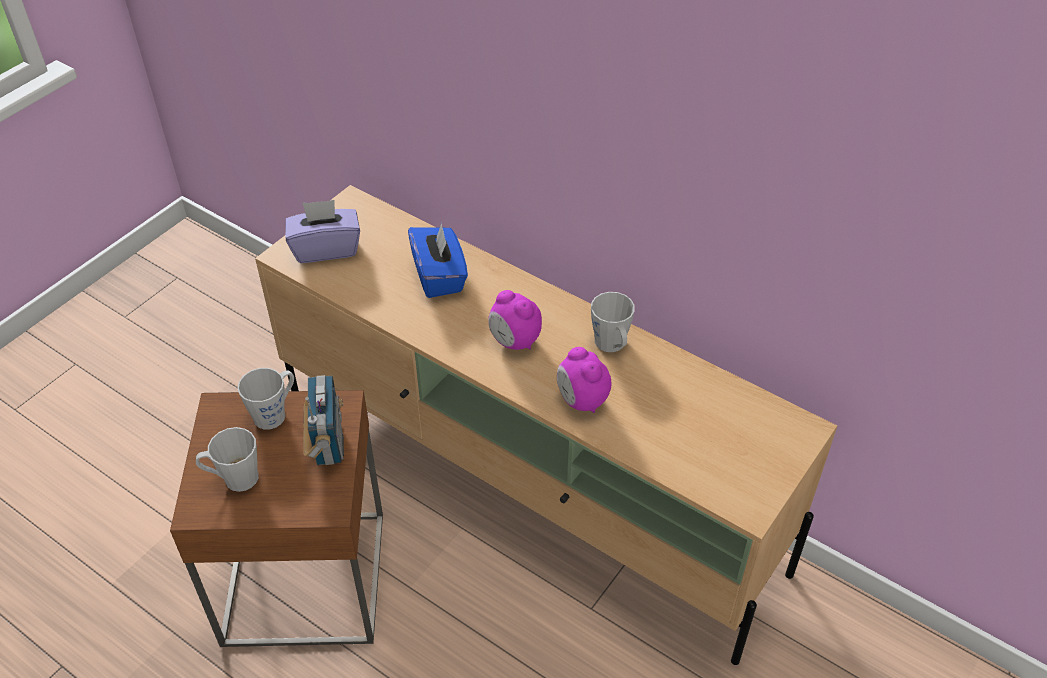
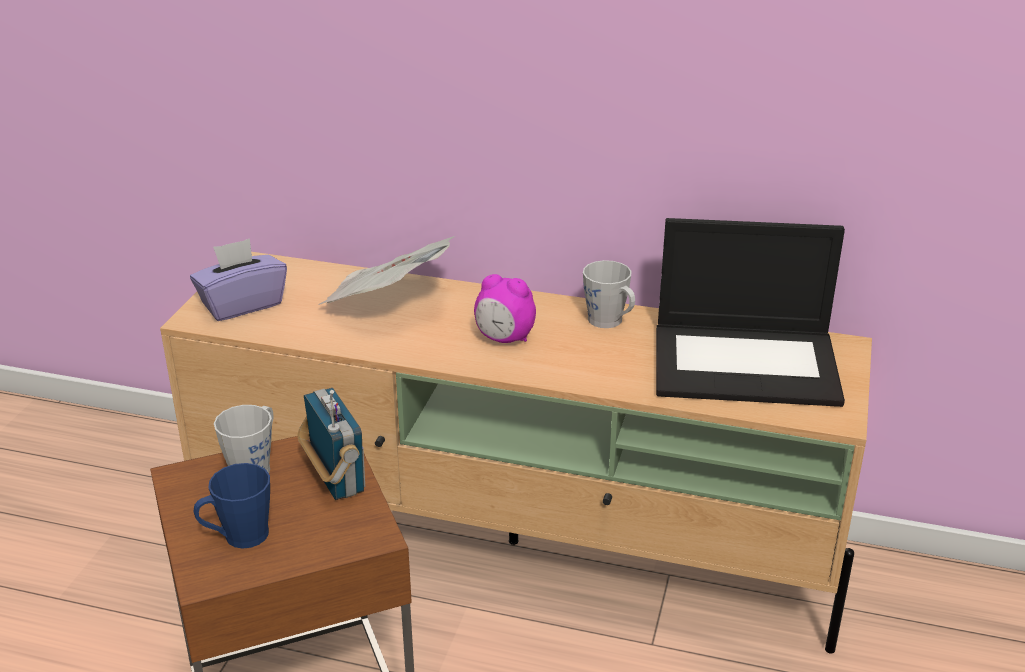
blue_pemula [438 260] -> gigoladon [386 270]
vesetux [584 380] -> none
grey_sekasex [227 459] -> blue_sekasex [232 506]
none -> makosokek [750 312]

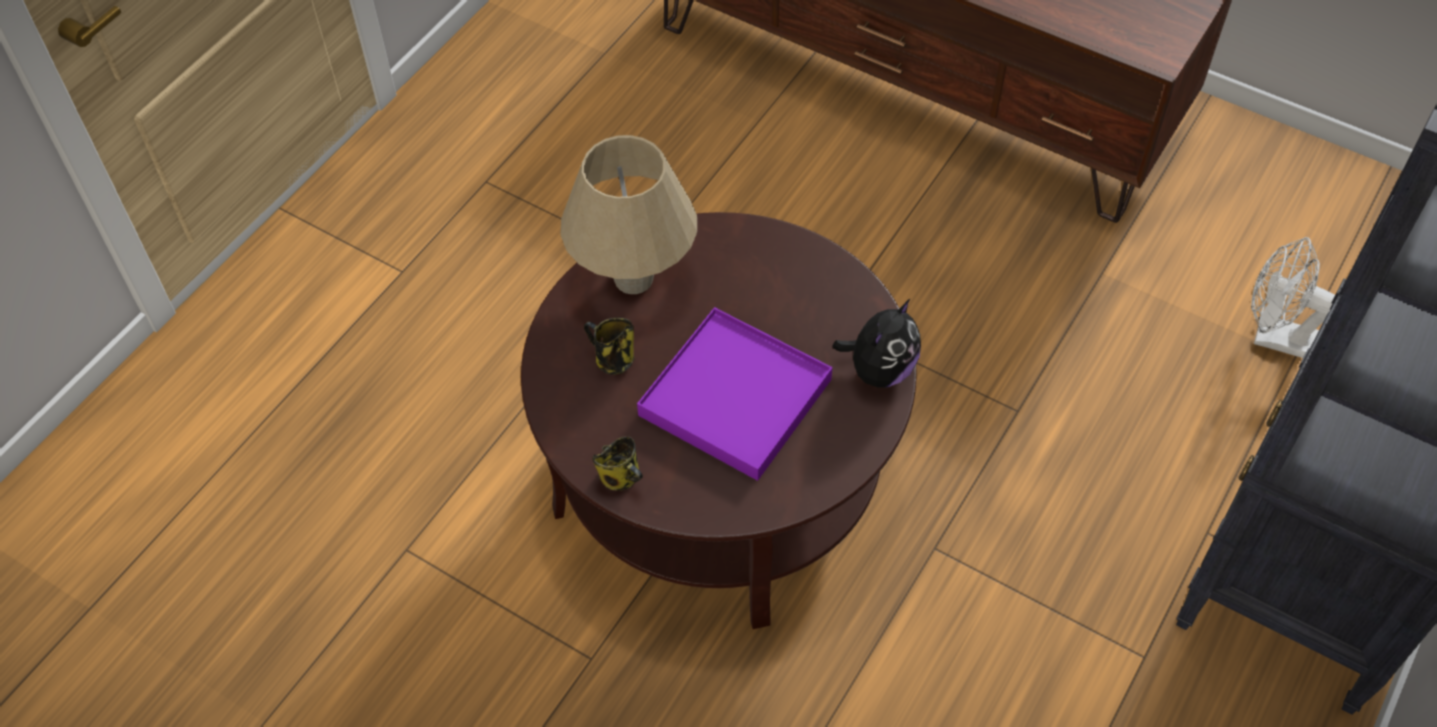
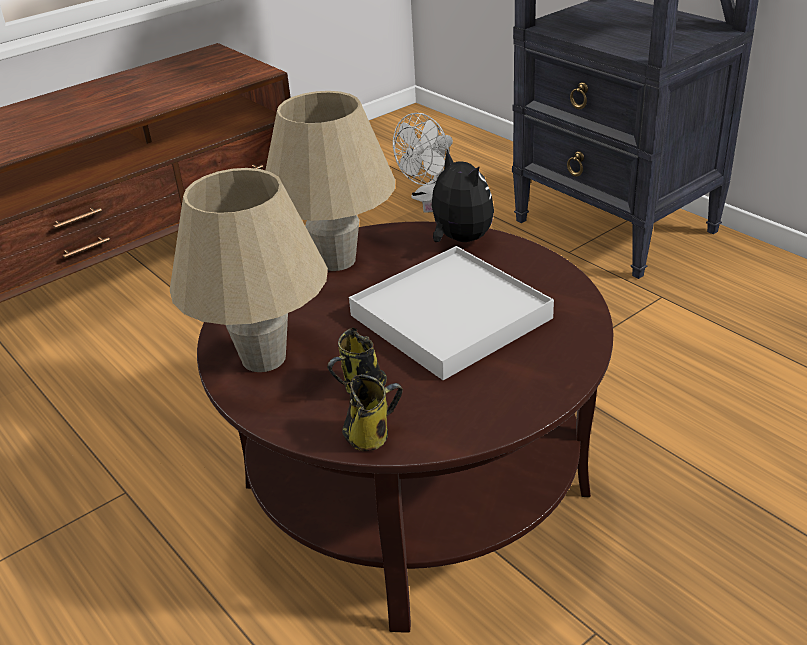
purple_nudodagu [734 394] -> white_nudodagu [451 313]
sekasex [617 463] -> sekasex [372 412], moved
none -> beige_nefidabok [330 181]

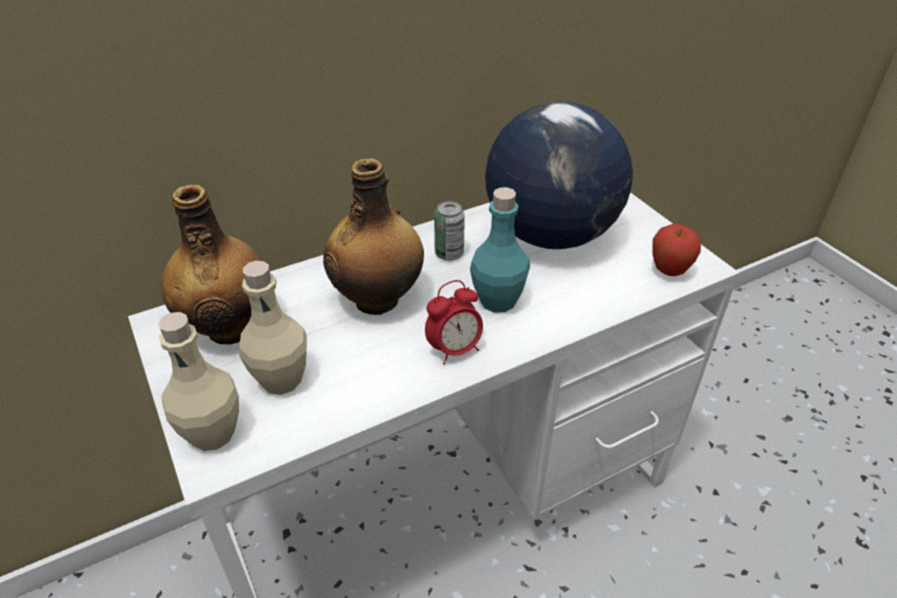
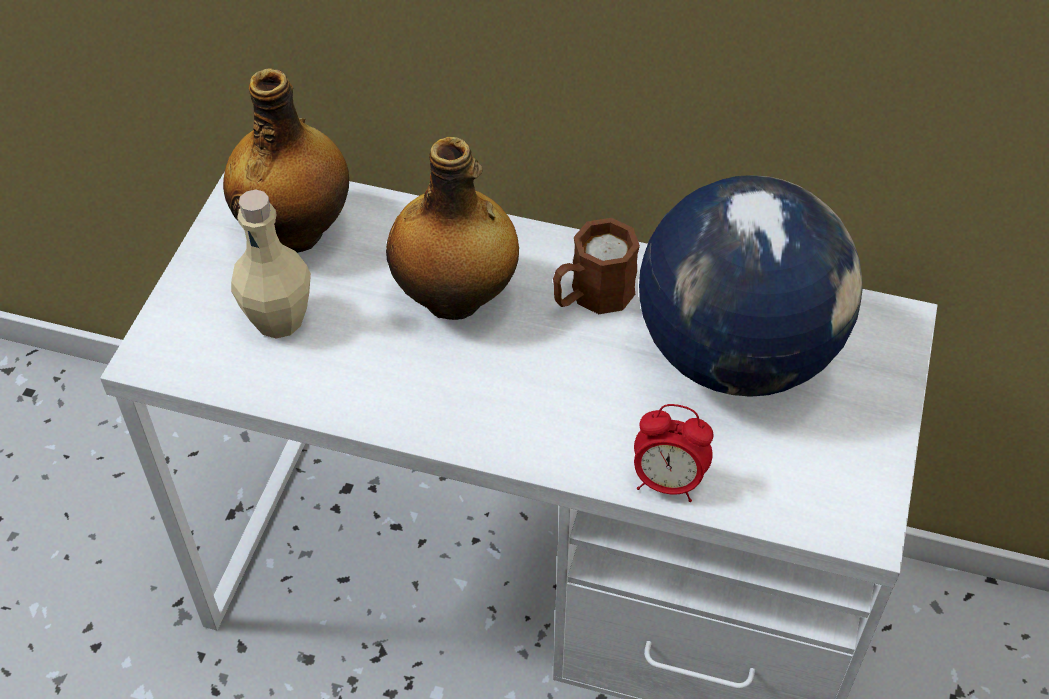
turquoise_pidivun [500 250] -> none
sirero [449 231] -> brown_sekasex [596 266]
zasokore [676 250] -> none
vesetux [454 322] -> vesetux [673 453], moved
beige_pidivun [198 381] -> none

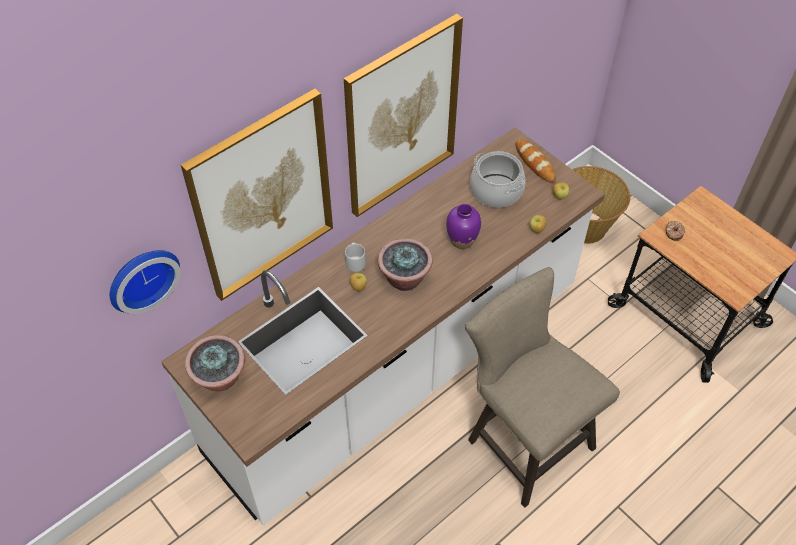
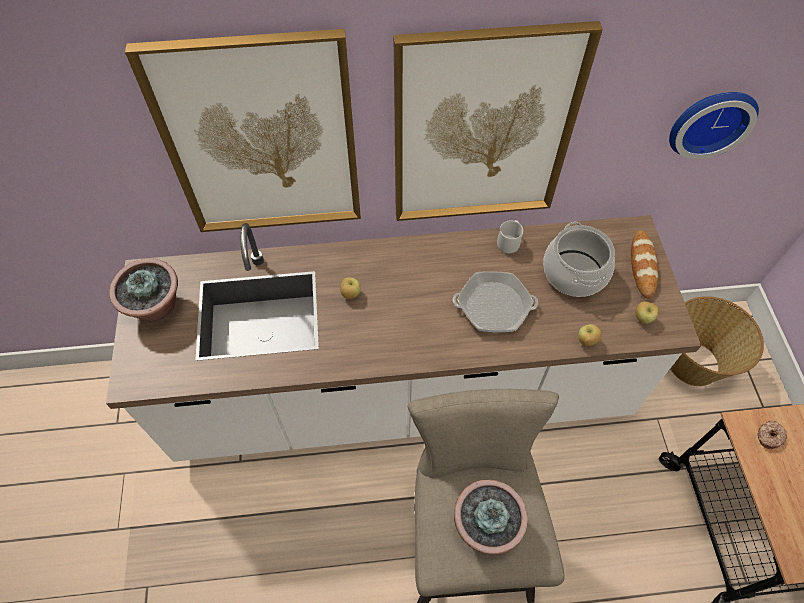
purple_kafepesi [463 226] -> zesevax [495 301]
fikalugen [405 264] -> fikalugen [491 517], moved
grey_sekasex [355 257] -> grey_sekasex [510 236], moved
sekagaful [145 282] -> sekagaful [714 125], moved

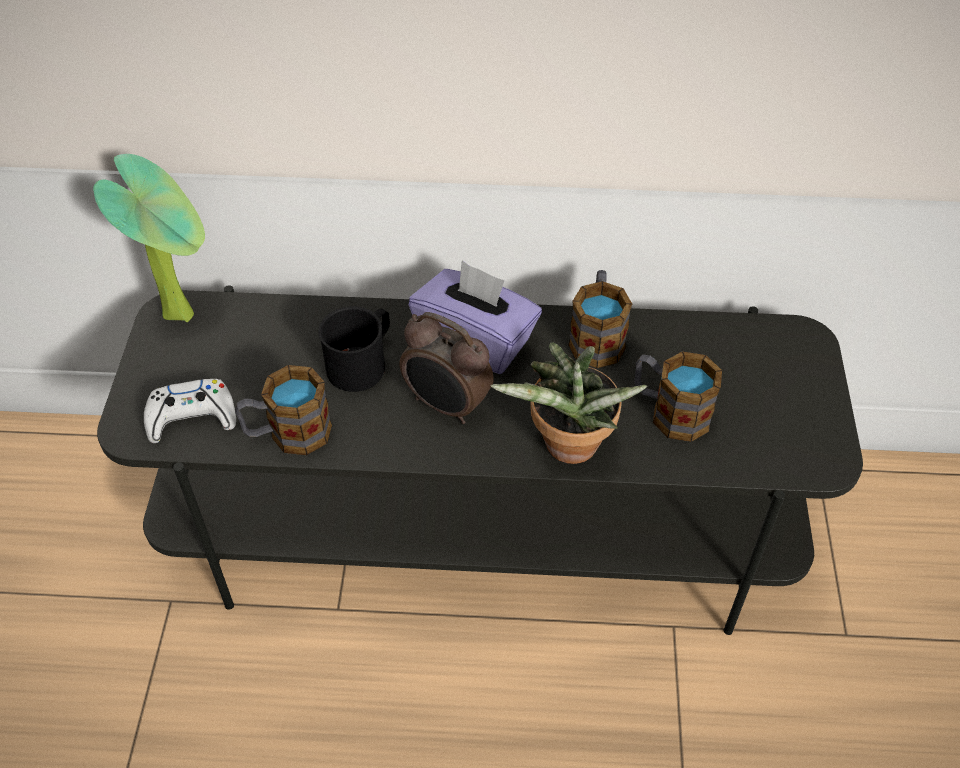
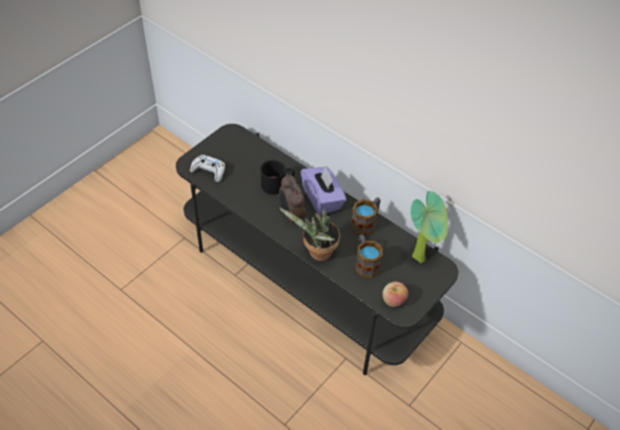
fikalugen [149 238] -> fikalugen [429 227], moved
sekasex [283 410] -> none
none -> zasokore [395 294]

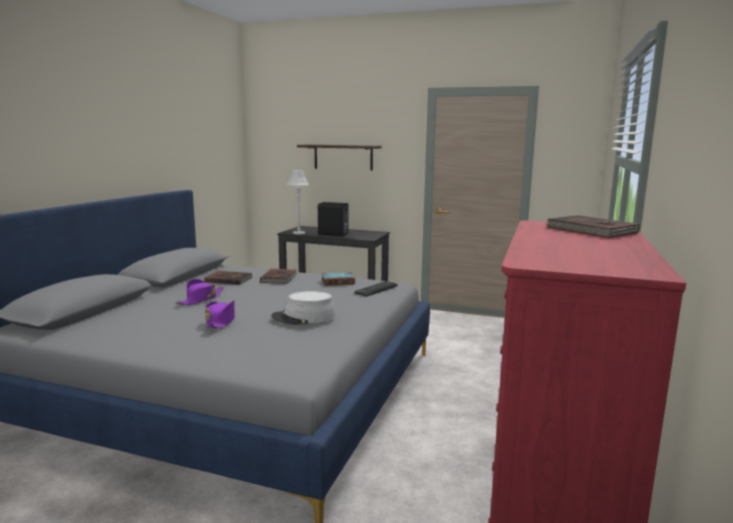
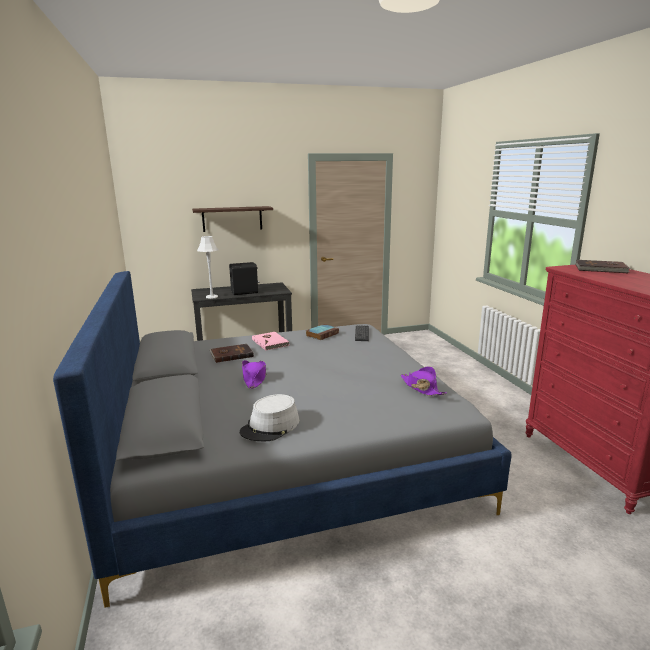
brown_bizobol [279 276] -> pink_bizobol [271 341]
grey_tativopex [303 308] -> grey_tativopex [269 417], moved
purple_tativopex [220 314] -> purple_tativopex [424 381], moved

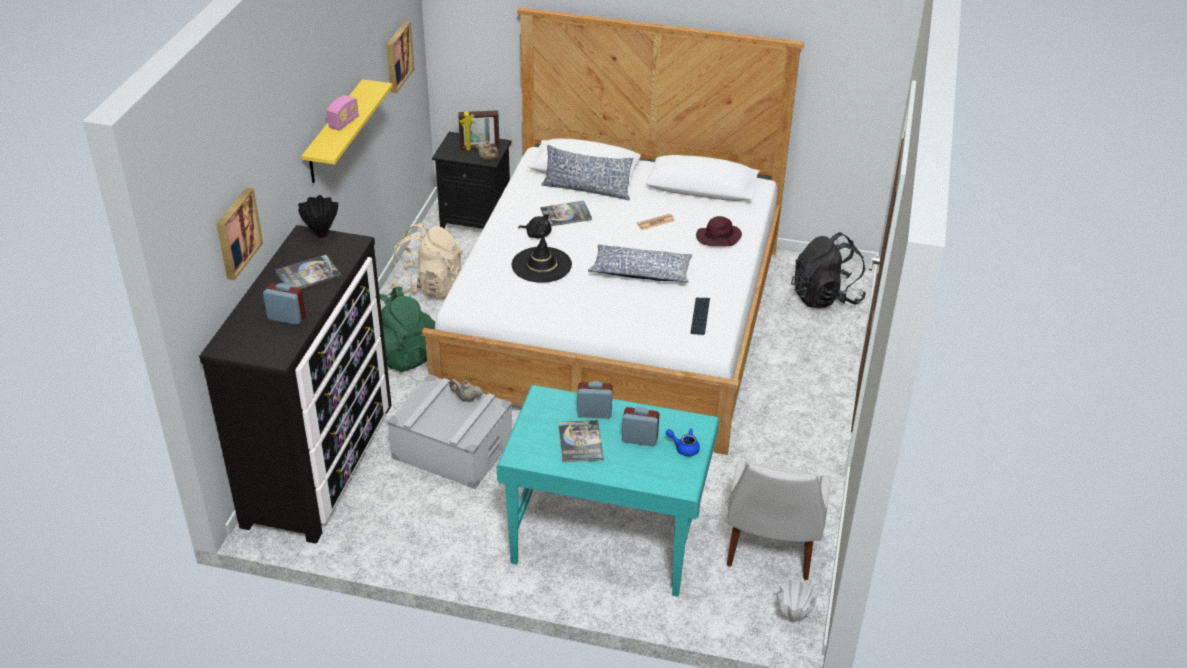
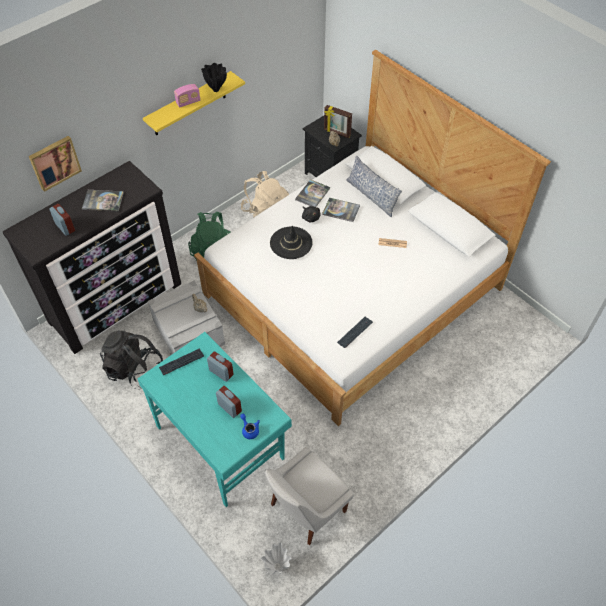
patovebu [400 57] -> none
black_kafepesi [318 216] -> black_kafepesi [214 77], moved
purple_tativopex [719 231] -> none
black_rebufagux [828 270] -> black_rebufagux [131 359], moved
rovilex [640 264] -> none
bizobol [581 441] -> bizobol [312 193], moved
none -> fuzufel [181 361]

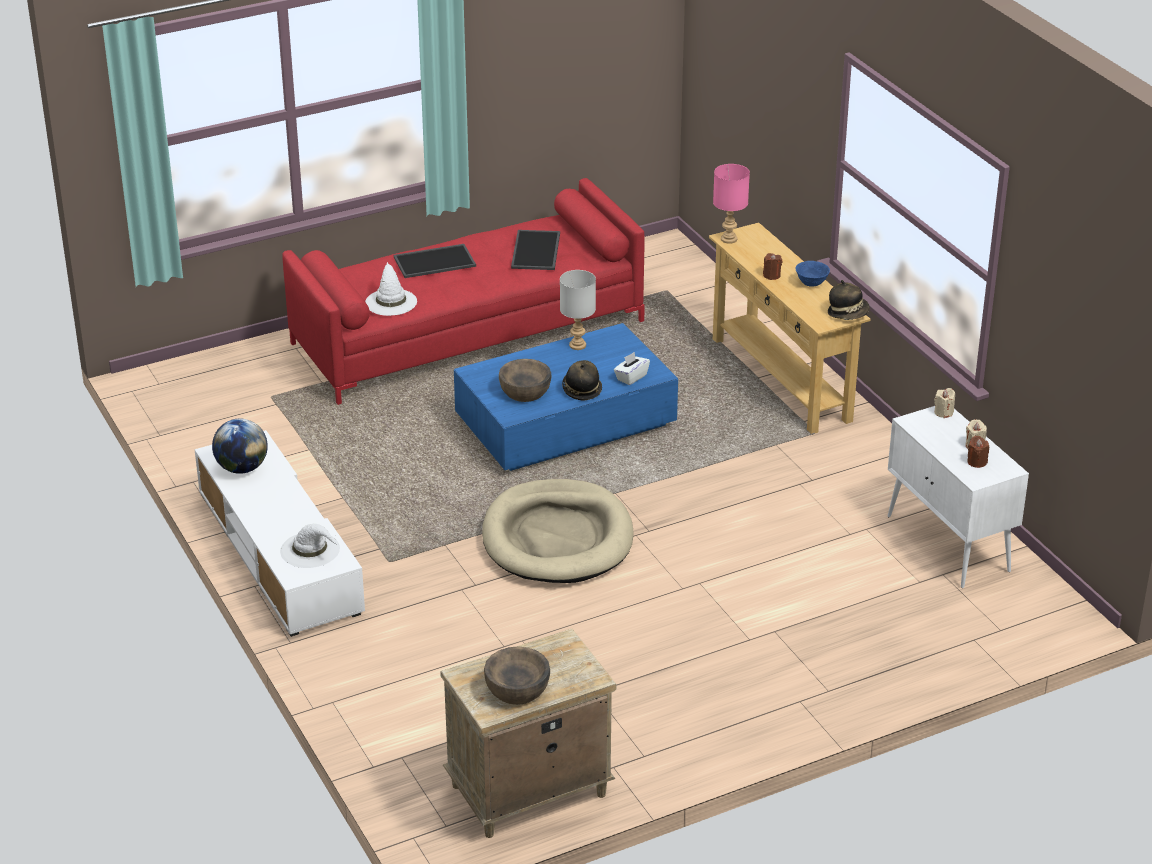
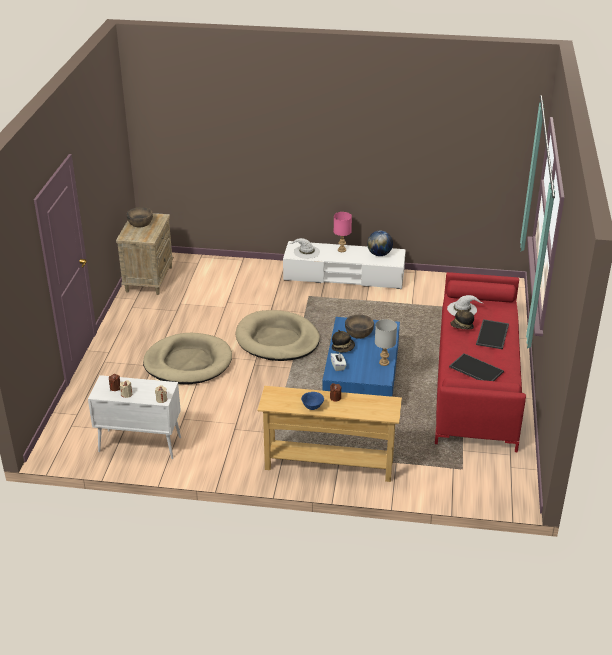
pink_nefidabok [731 204] -> pink_nefidabok [343 232], moved
tativopex [849 300] -> tativopex [462 319], moved
none -> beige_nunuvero [187 358]

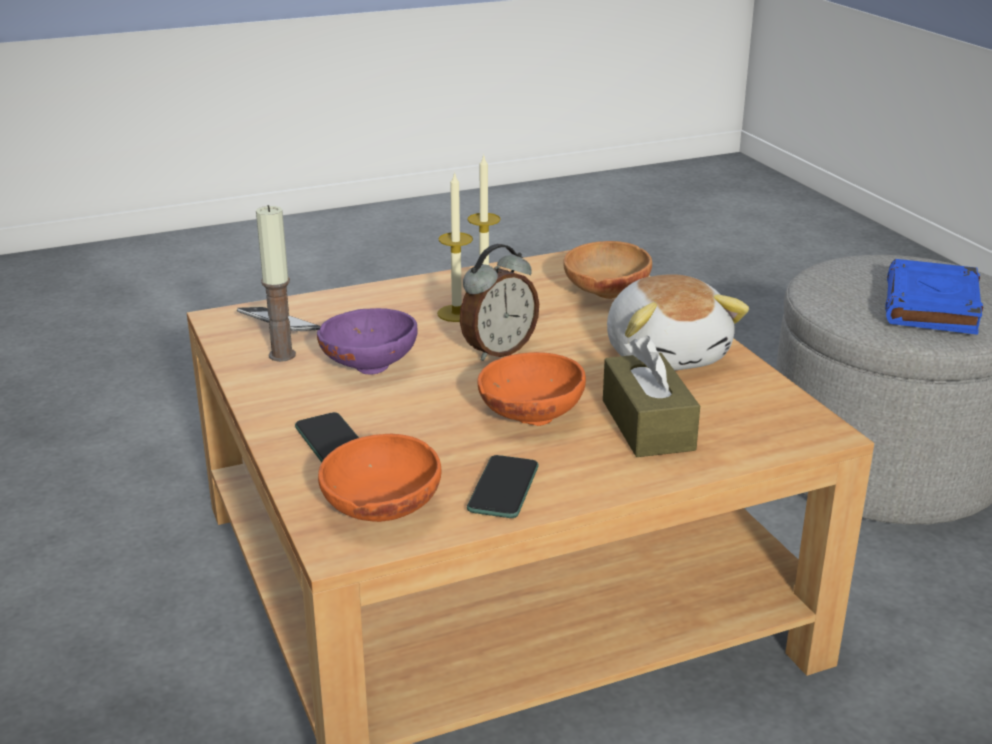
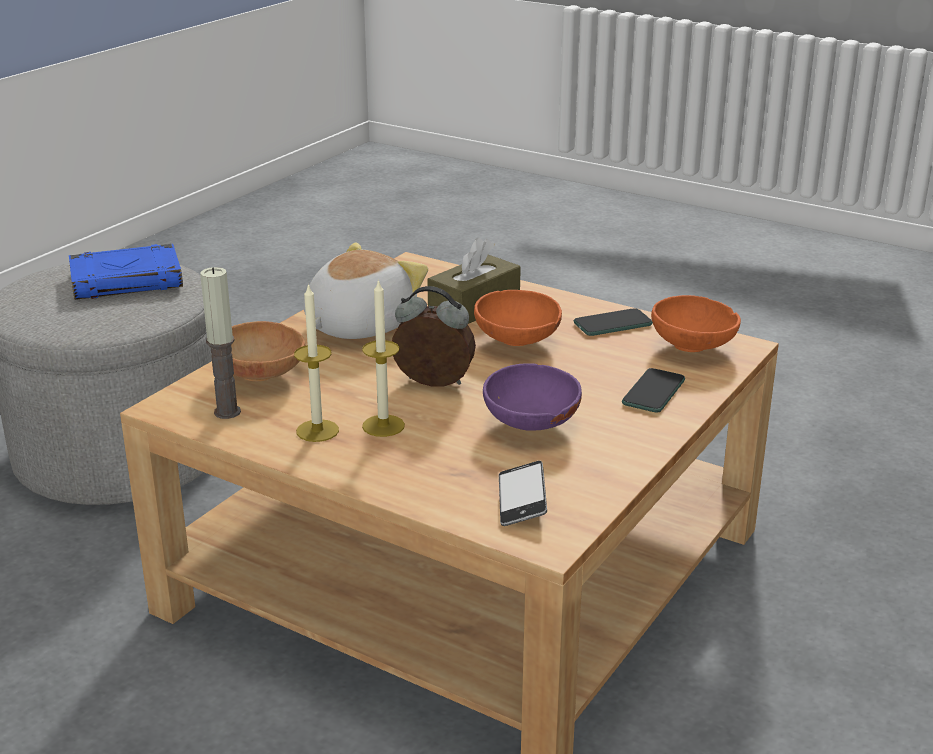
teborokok [276 283] -> teborokok [220 343], moved

